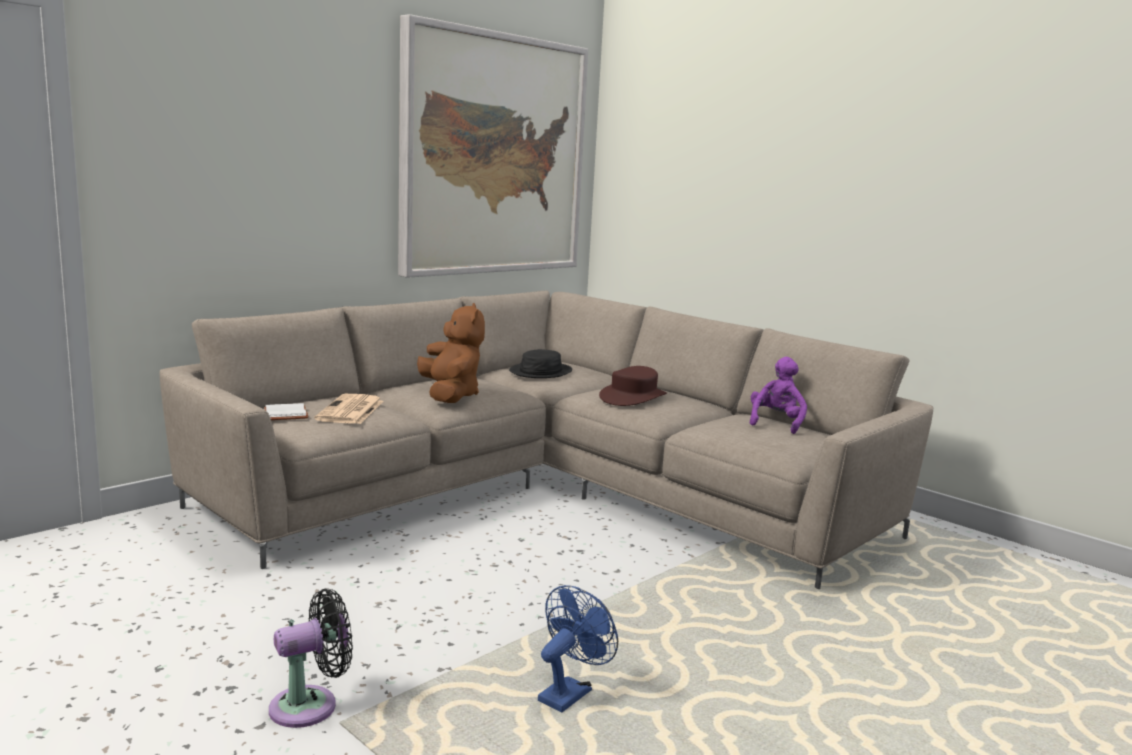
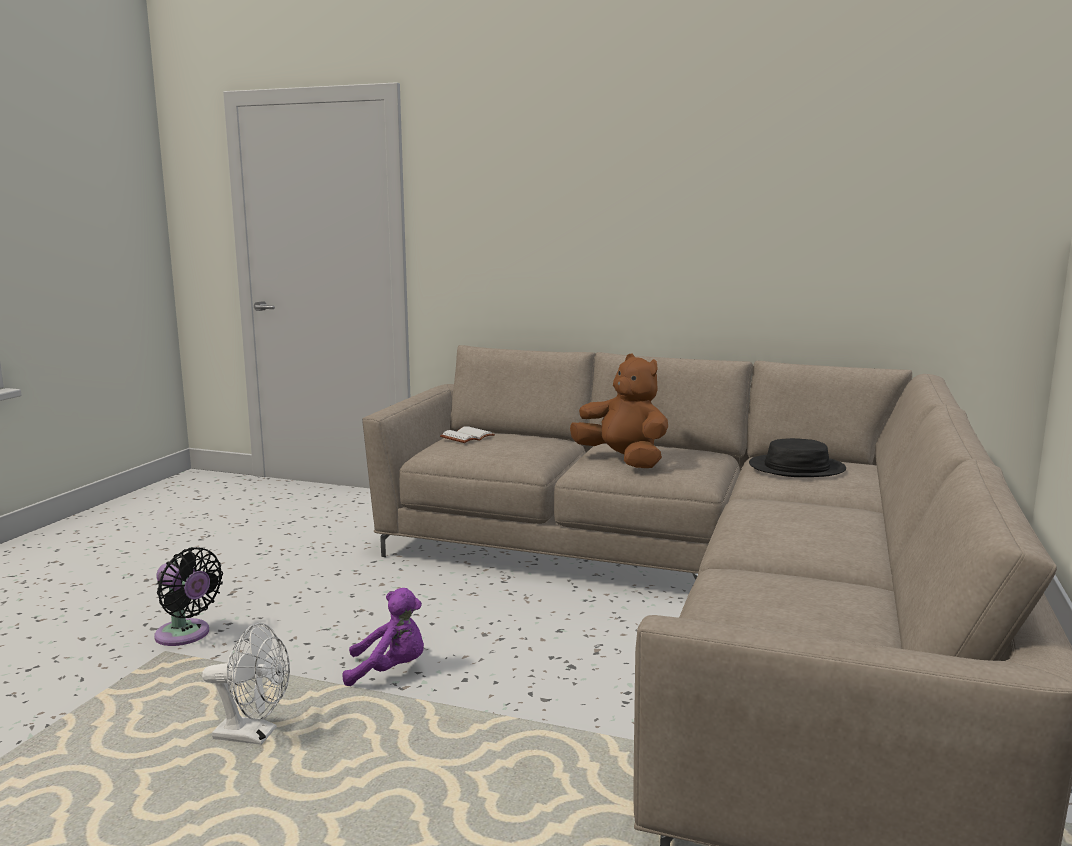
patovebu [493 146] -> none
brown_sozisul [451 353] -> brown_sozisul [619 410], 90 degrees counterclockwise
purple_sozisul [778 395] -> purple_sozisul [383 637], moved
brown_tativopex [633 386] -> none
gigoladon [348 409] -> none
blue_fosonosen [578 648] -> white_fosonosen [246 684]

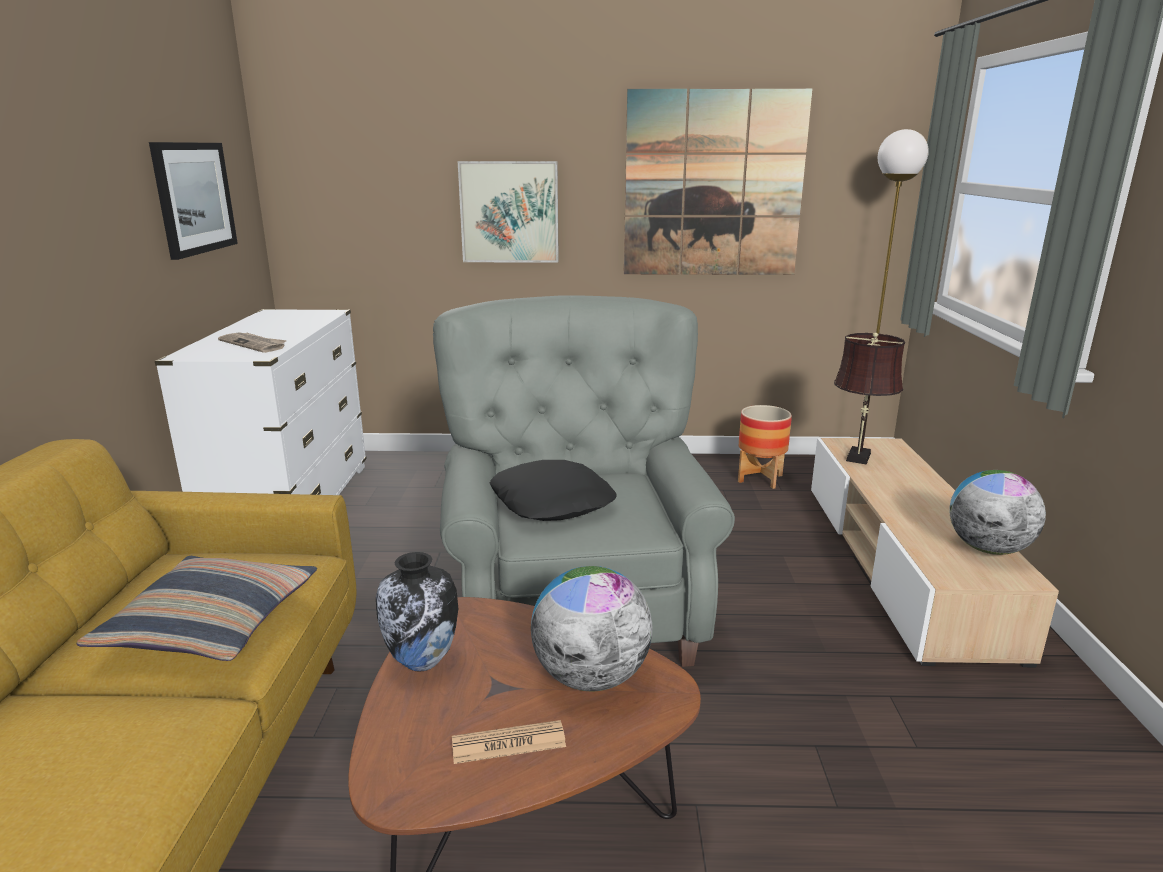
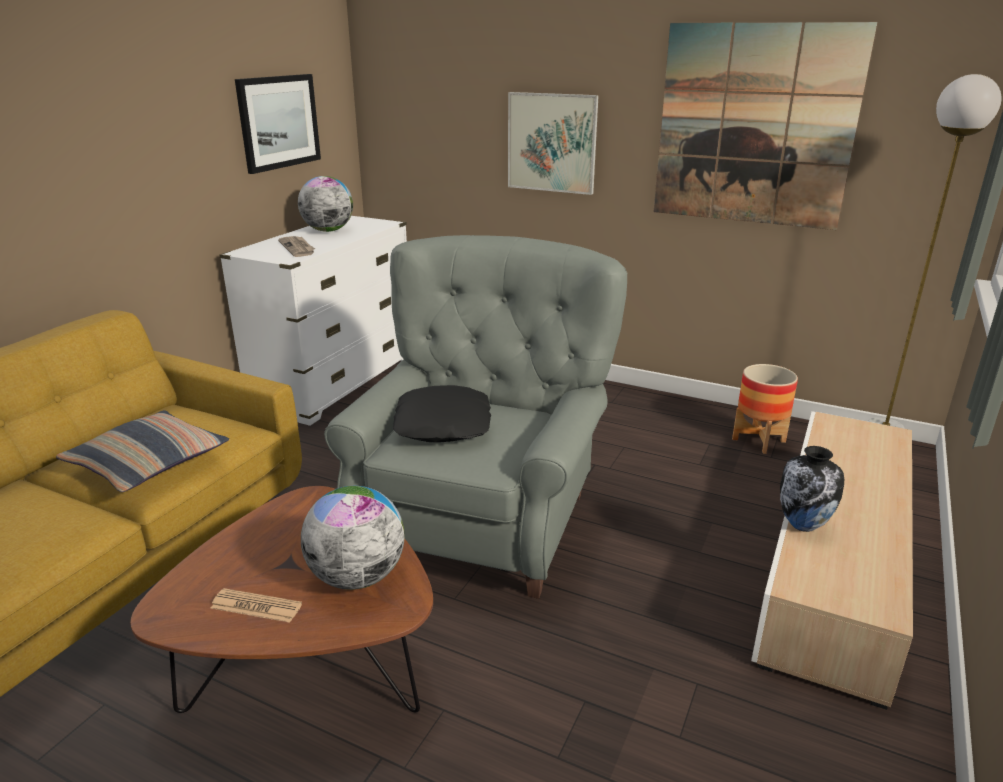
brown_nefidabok [869 398] -> none
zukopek [997 512] -> zukopek [325 204], moved
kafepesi [417 612] -> kafepesi [812 489], moved

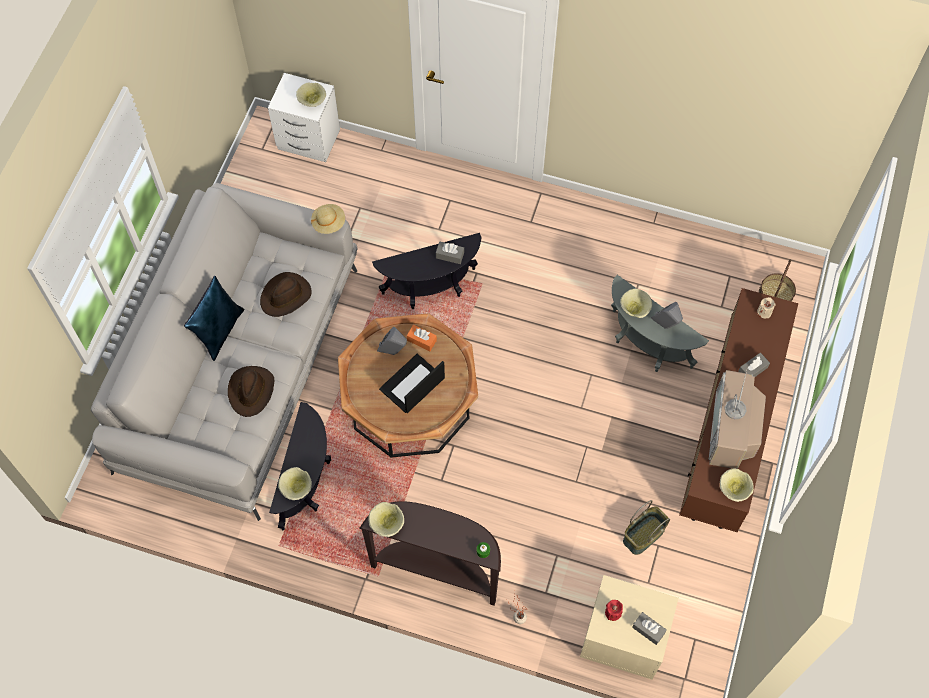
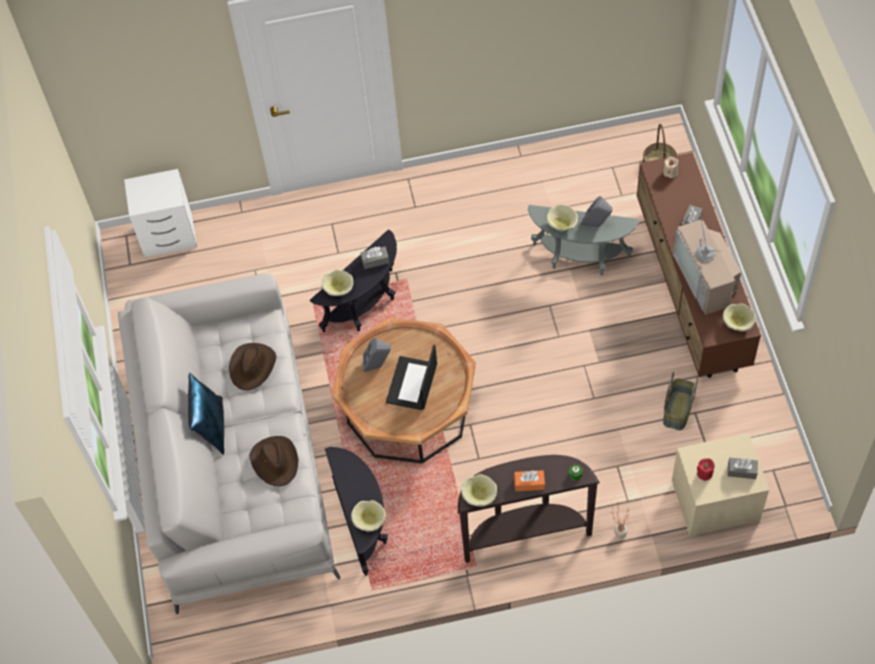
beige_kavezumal [311 94] -> beige_kavezumal [337 282], moved
beige_tativopex [328 219] -> none
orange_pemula [422 338] -> orange_pemula [529 480], moved

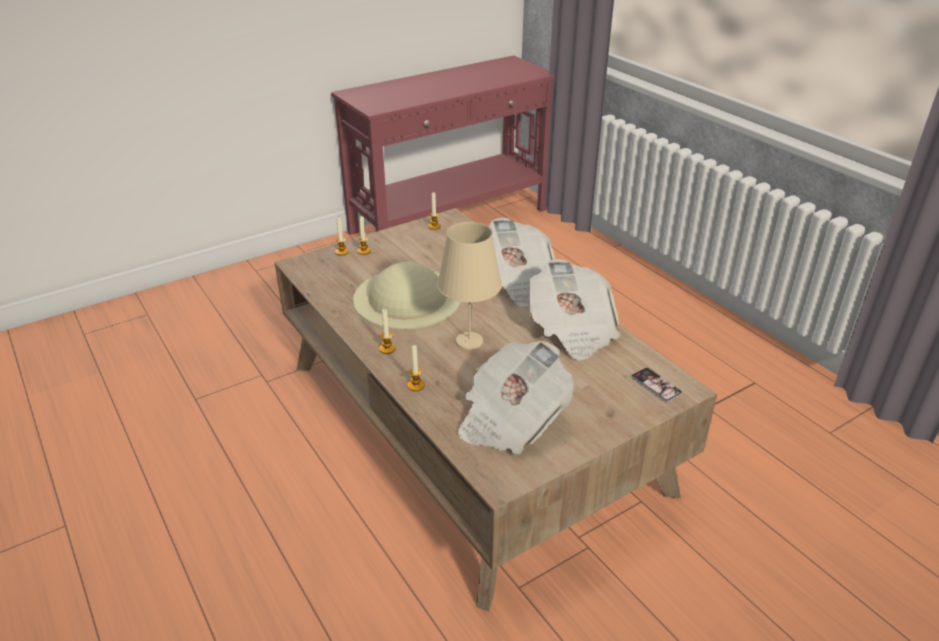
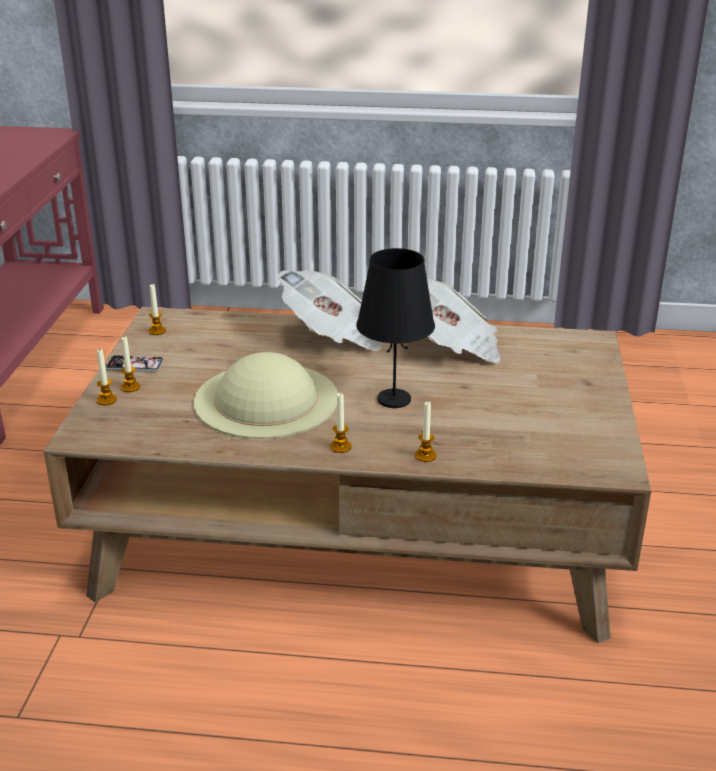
beige_nefidabok [469 286] -> black_nefidabok [395 328]
gigoladon [516 397] -> none
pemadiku [656 385] -> pemadiku [135 363], moved

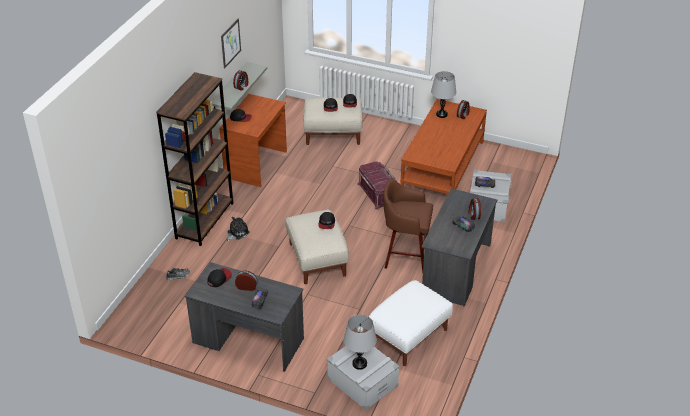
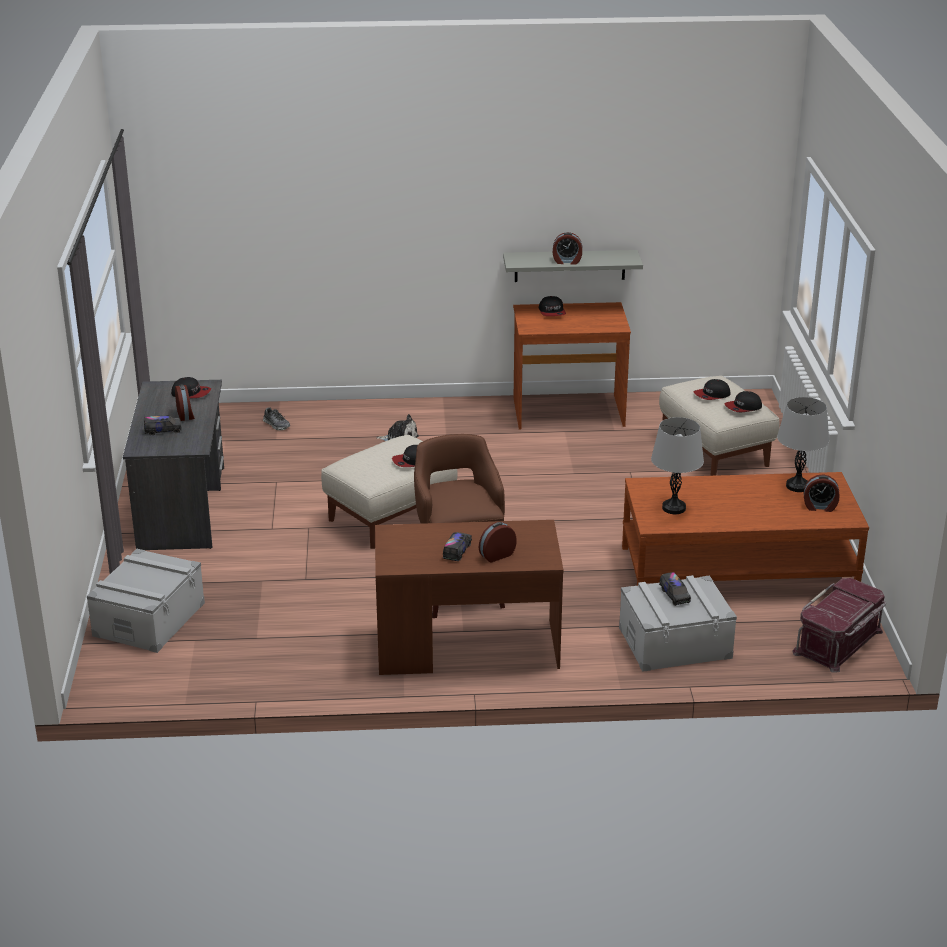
patovebu [231 43] -> none
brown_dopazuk [195 159] -> none
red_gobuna [377 185] -> red_gobuna [839 625], moved
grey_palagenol [459 247] -> brown_palagenol [469 597]
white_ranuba [411 323] -> none
grey_nefidabok [360 342] -> grey_nefidabok [677 465], moved

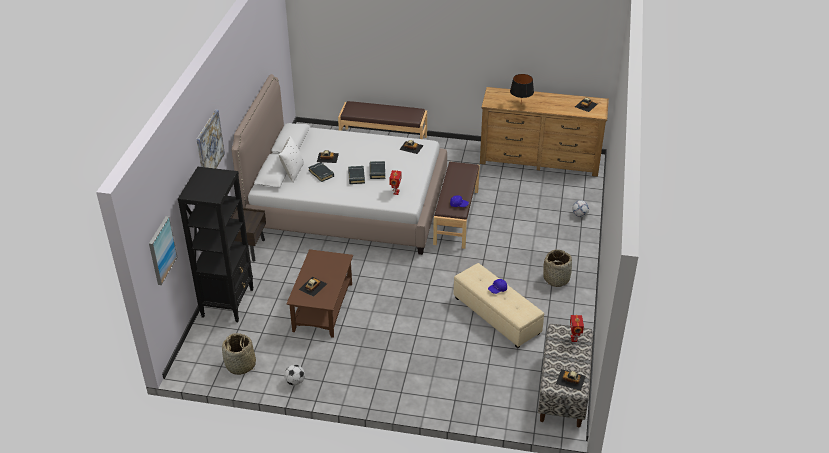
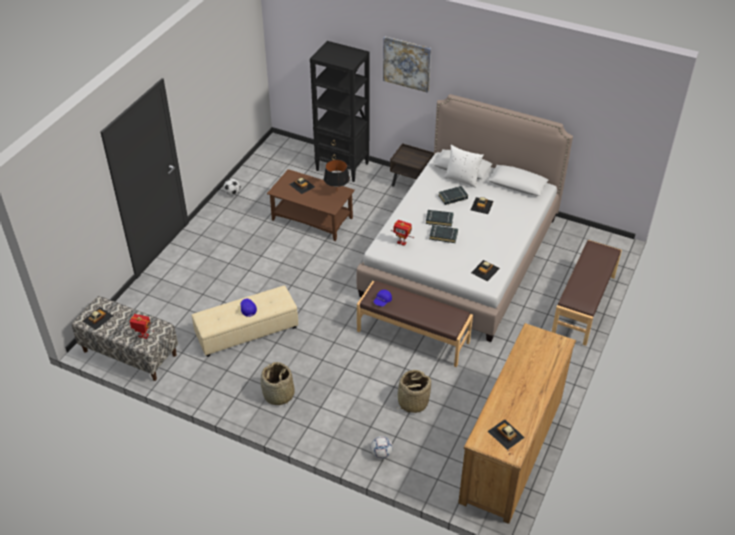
black_nefidabok [522 87] -> black_nefidabok [337 173], moved
patovebu [163 250] -> none
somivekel [239 354] -> somivekel [413 391], moved

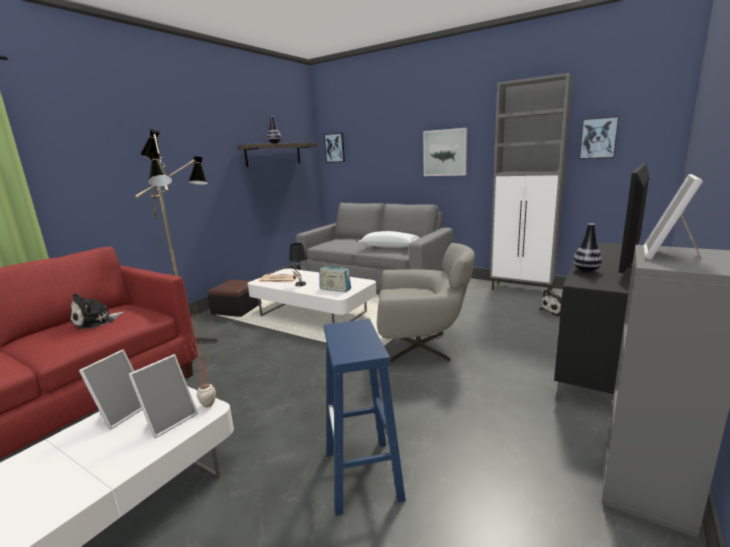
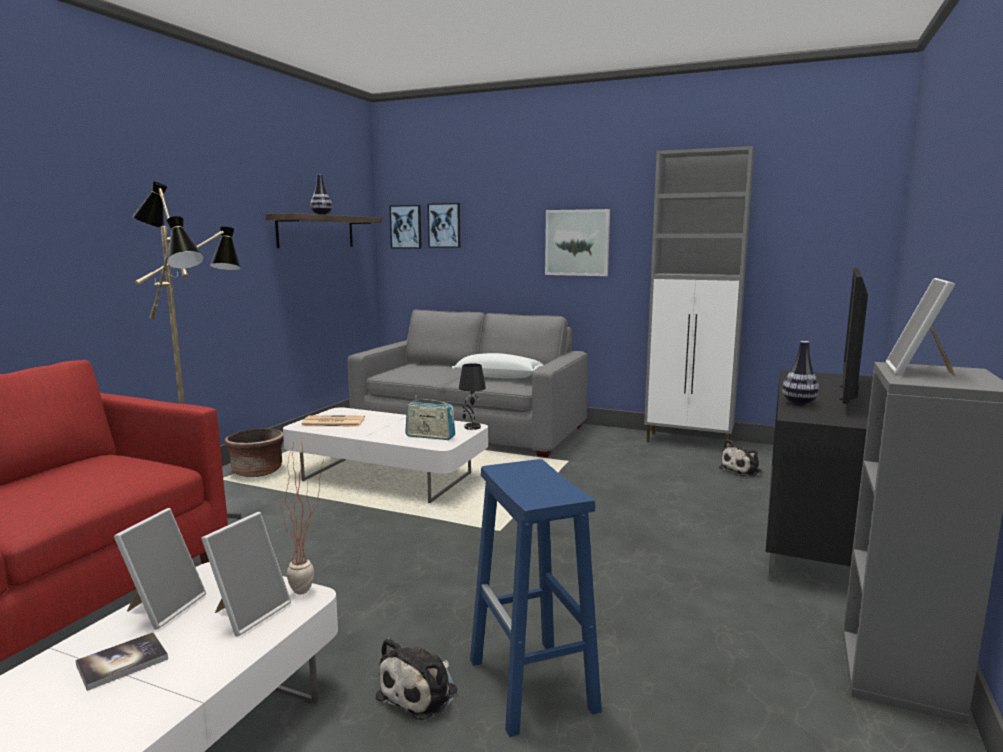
patovebu [599 137] -> patovebu [444 225], moved
black_nefidabok [298 264] -> black_nefidabok [472 396], moved
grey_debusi [426 303] -> none
ranuba [234 298] -> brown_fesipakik [254 452]
sozisul [98 311] -> sozisul [416 678], moved
none -> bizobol [121 661]

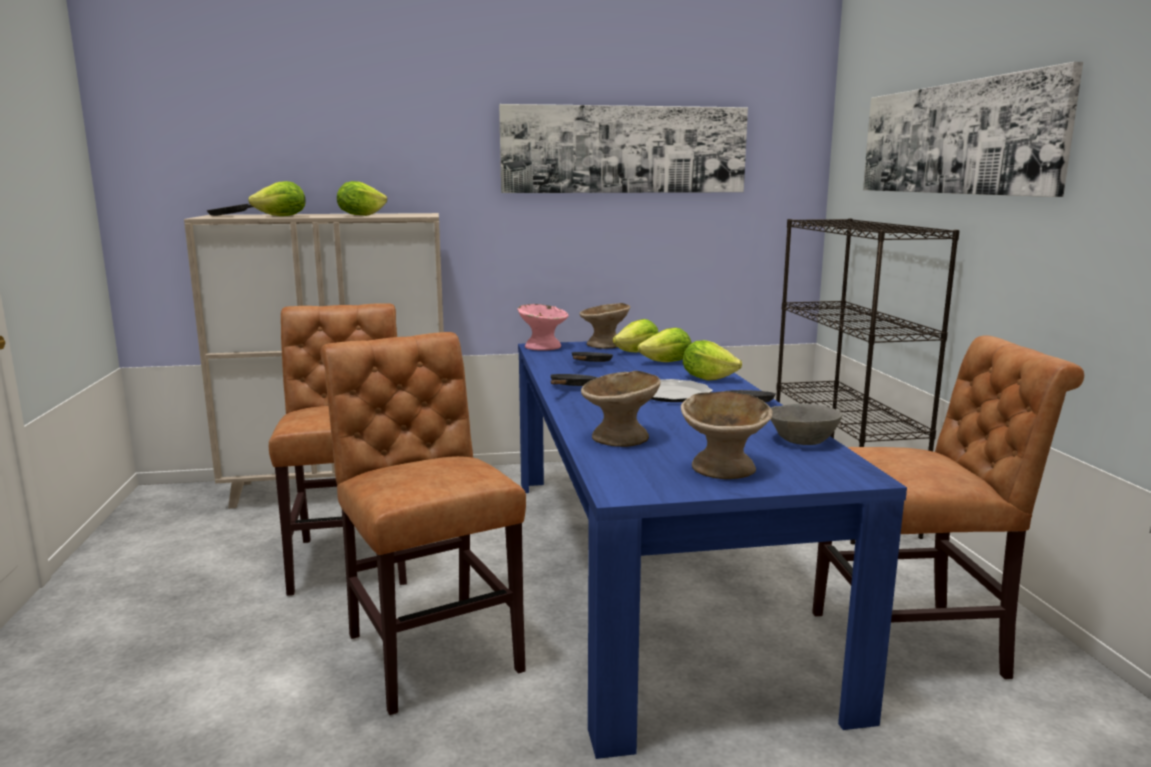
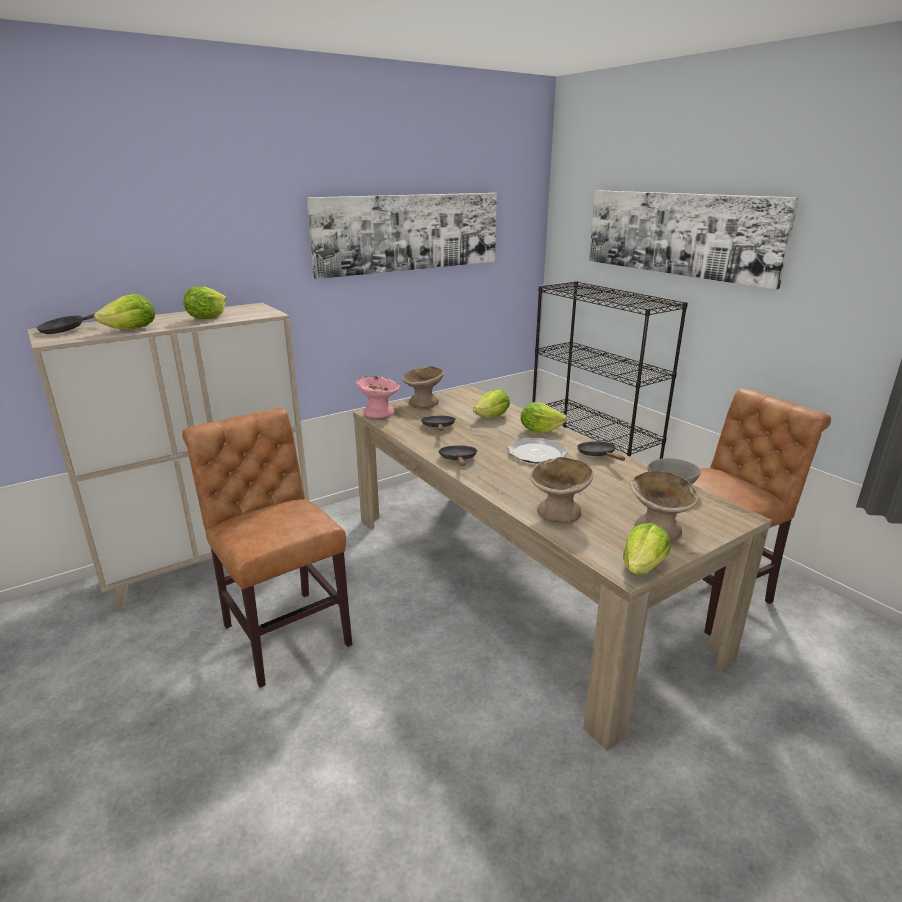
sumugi [635 335] -> sumugi [646 549], moved
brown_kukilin [423 523] -> none
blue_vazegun [712 550] -> beige_vazegun [562 568]

